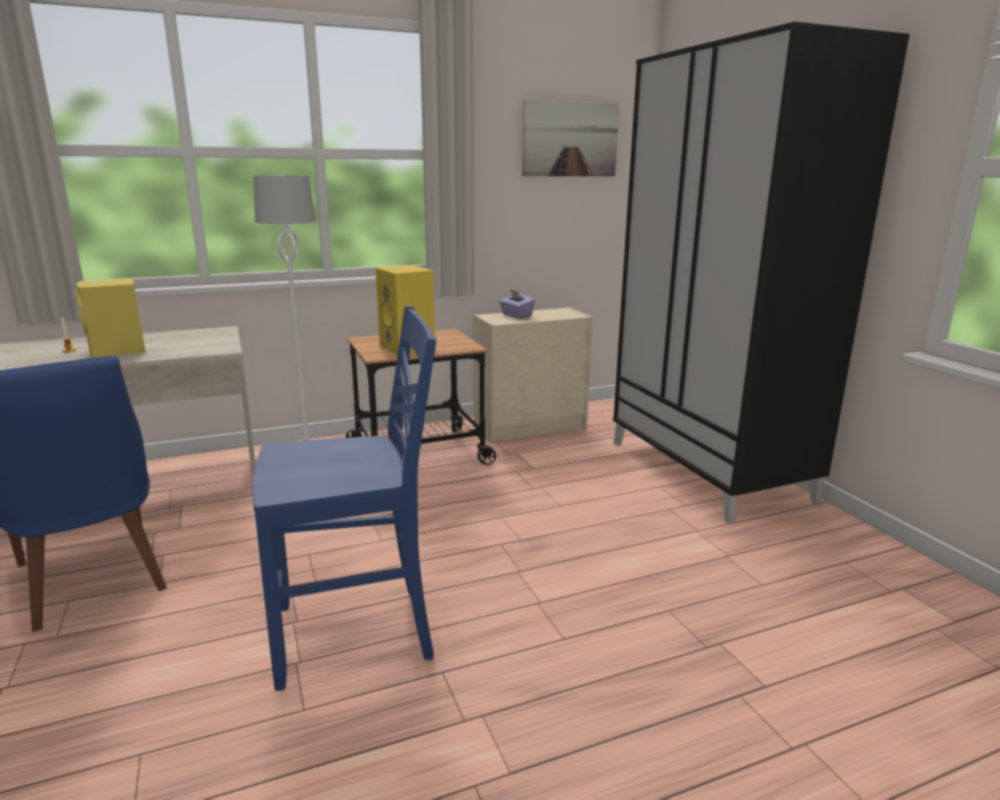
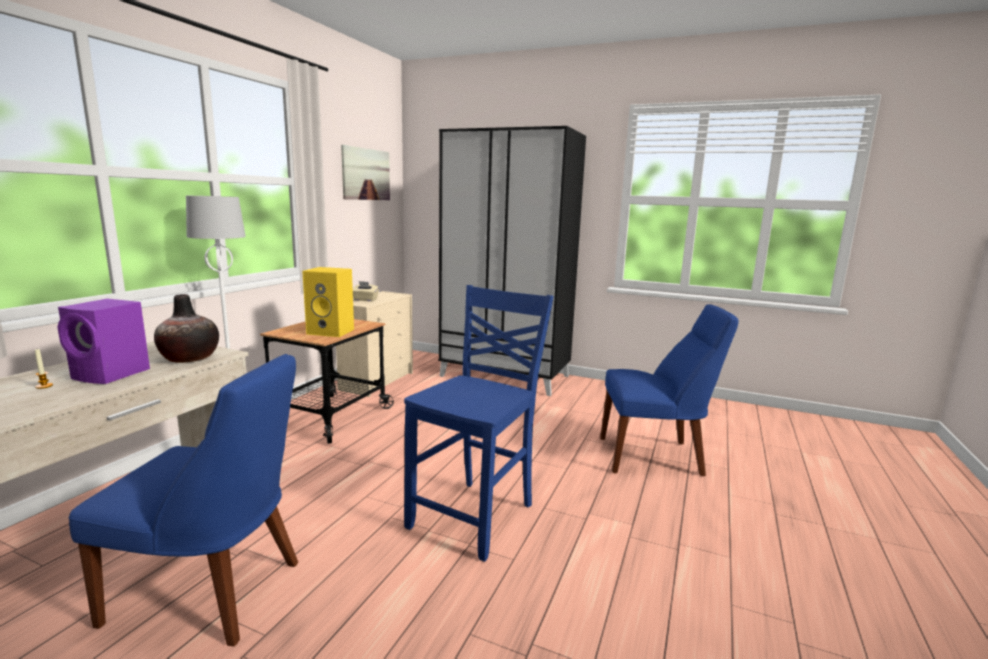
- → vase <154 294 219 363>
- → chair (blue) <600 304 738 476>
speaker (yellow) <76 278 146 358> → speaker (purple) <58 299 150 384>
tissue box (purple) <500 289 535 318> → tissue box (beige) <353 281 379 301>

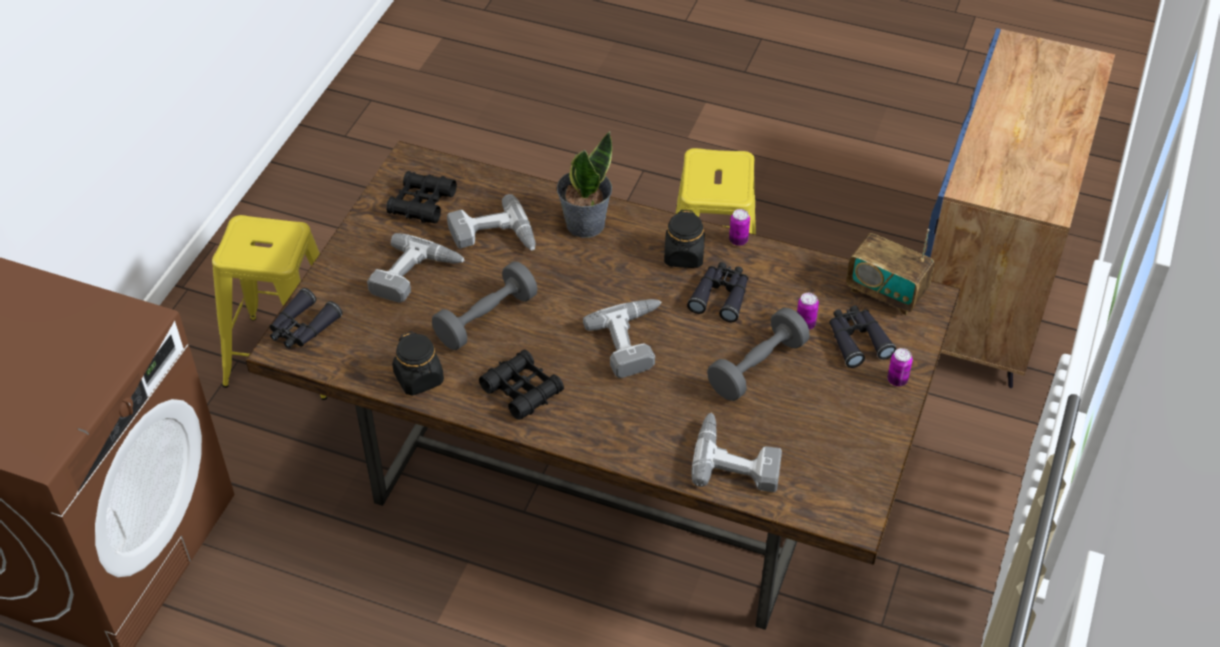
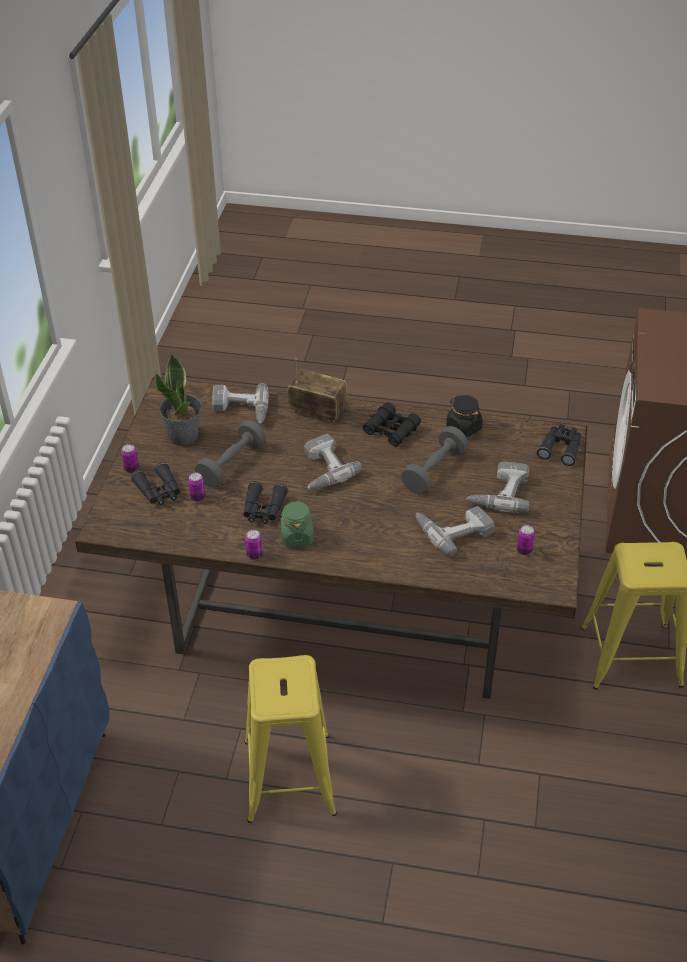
potted plant <557 132 612 238> → potted plant <155 353 202 446>, moved
radio <846 229 934 315> → radio <287 358 347 423>, moved
binoculars (black) <386 171 457 223> → can <517 525 535 555>
jar (black) <664 210 705 268> → jar (green) <280 500 314 547>

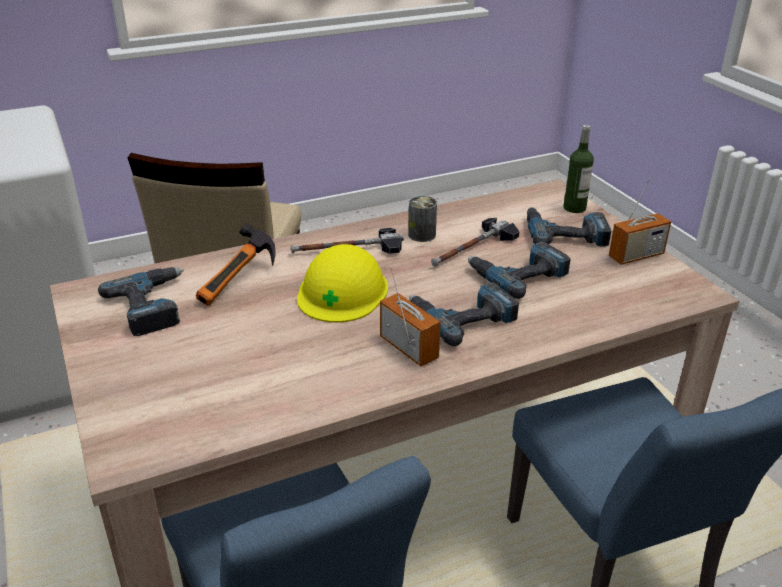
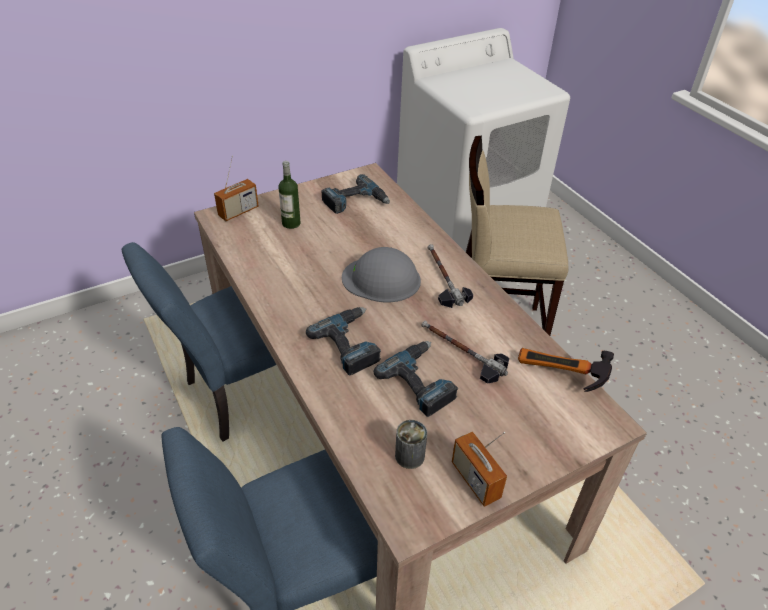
power drill <527 207 611 246> → -
hammer <196 223 276 306> → hammer <518 348 614 392>, moved
radio <380 267 441 367> → radio <214 156 259 221>, moved
can <408 196 437 242> → can <395 420 427 469>, moved
bottle <563 125 594 213> → bottle <278 161 300 229>, moved
hard hat (yellow) <297 244 388 323> → hard hat (grey) <342 247 421 303>

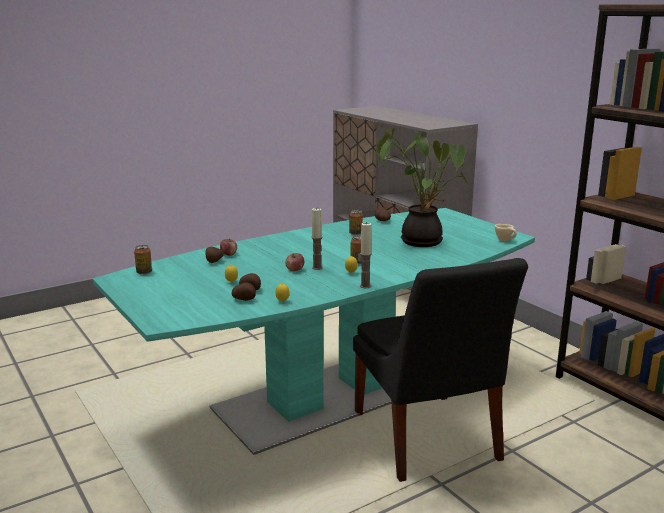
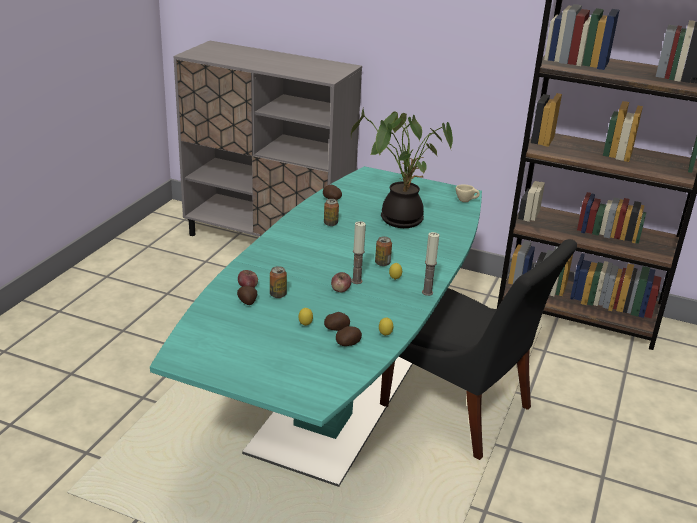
can <134 245 152 275> → can <270 266 287 298>, moved

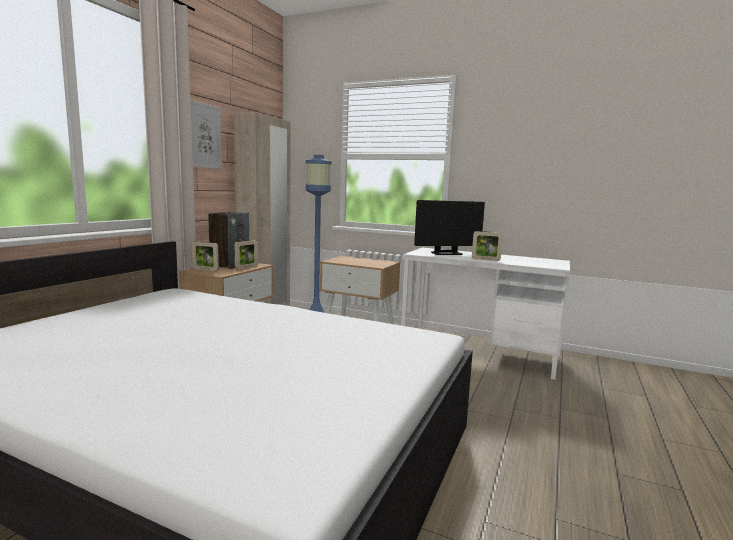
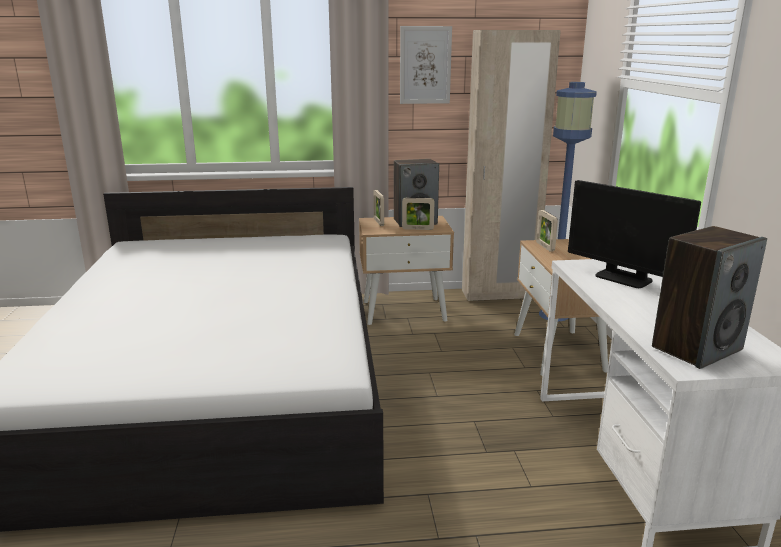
- → speaker <652 226 767 369>
picture frame <472 231 503 261> → picture frame <536 210 558 252>, moved

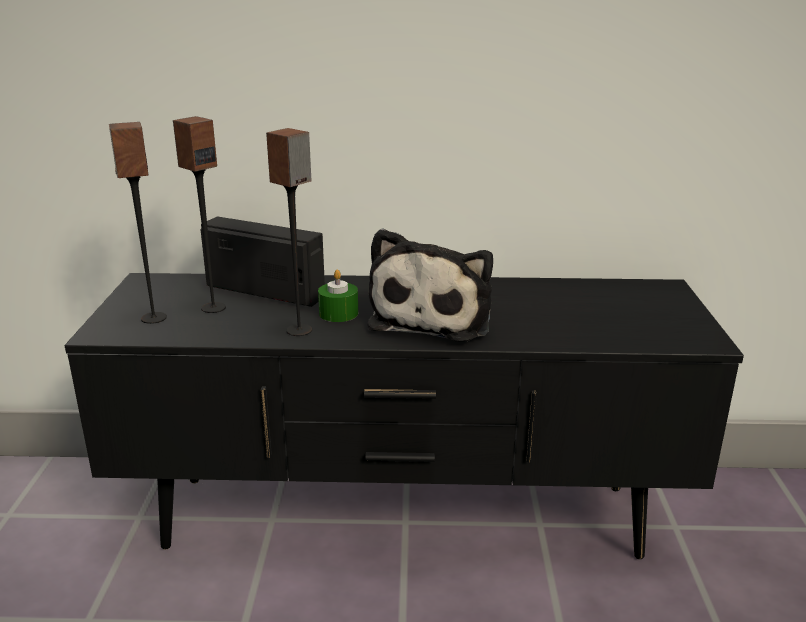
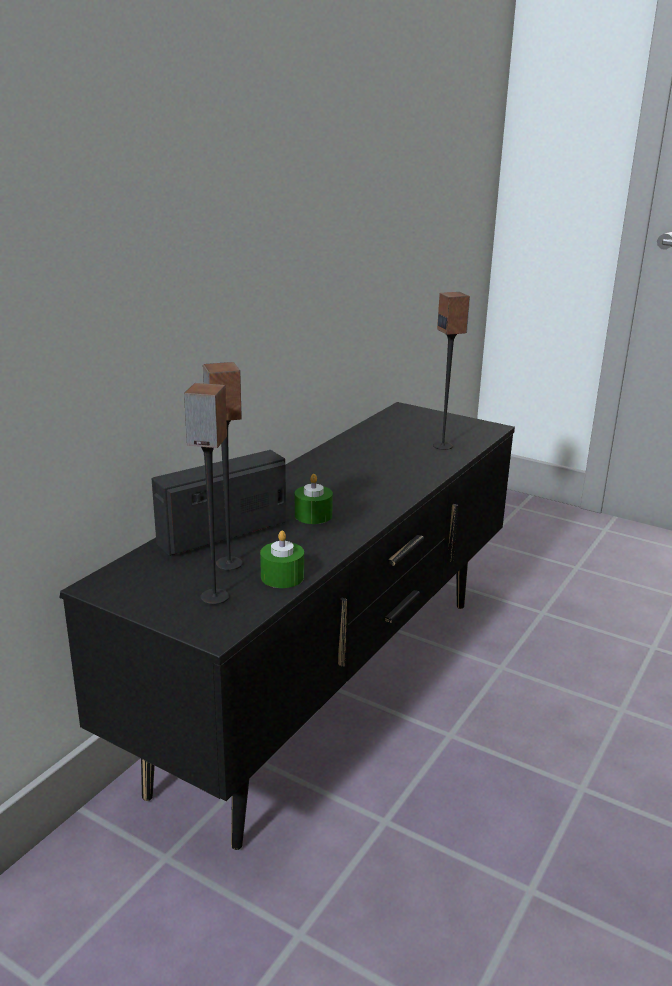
plush toy <367 228 493 342> → -
- → candle (green) <260 530 304 588>
speaker <266 128 312 336> → speaker <433 292 470 450>, moved

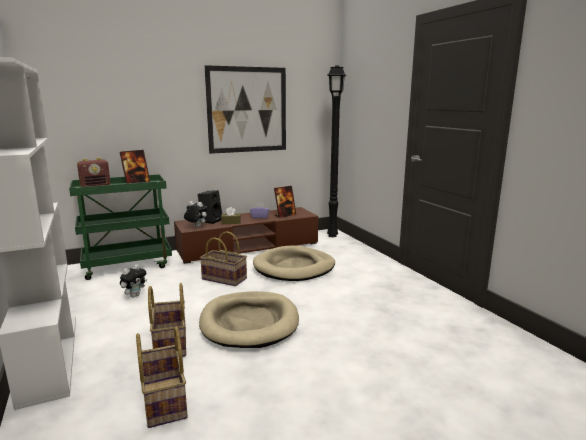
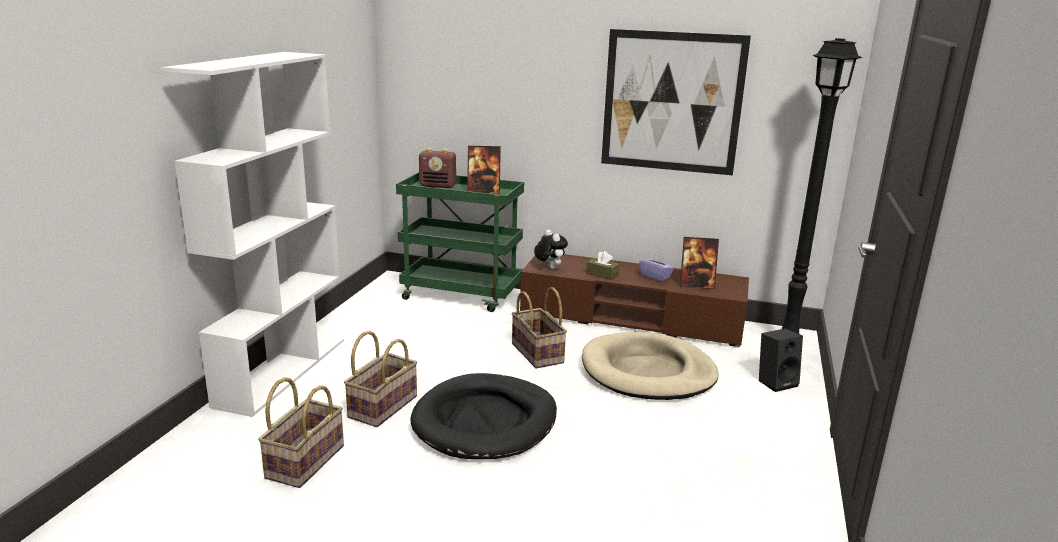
plush toy <120 265 147 298> → -
speaker (black) <197 190 222 224> → speaker (black) <759 328 803 392>, moved
dog bed (beige) <199 291 299 348> → dog bed (black) <410 373 557 459>

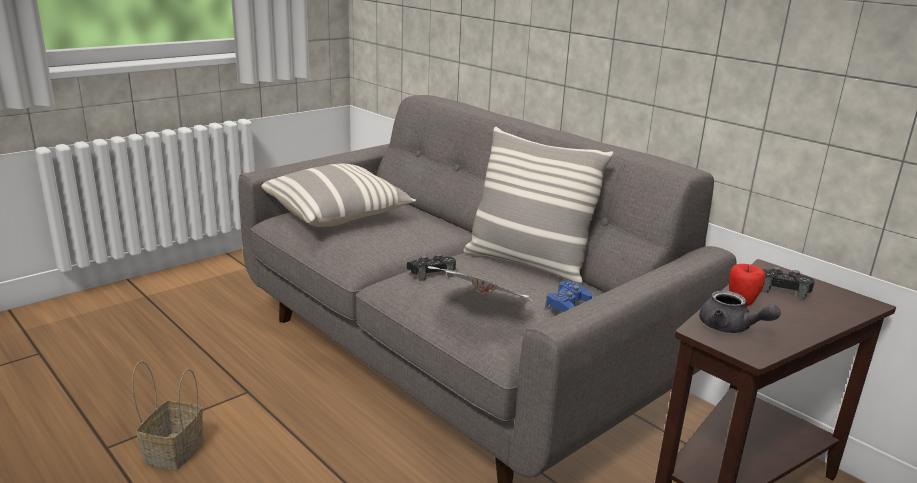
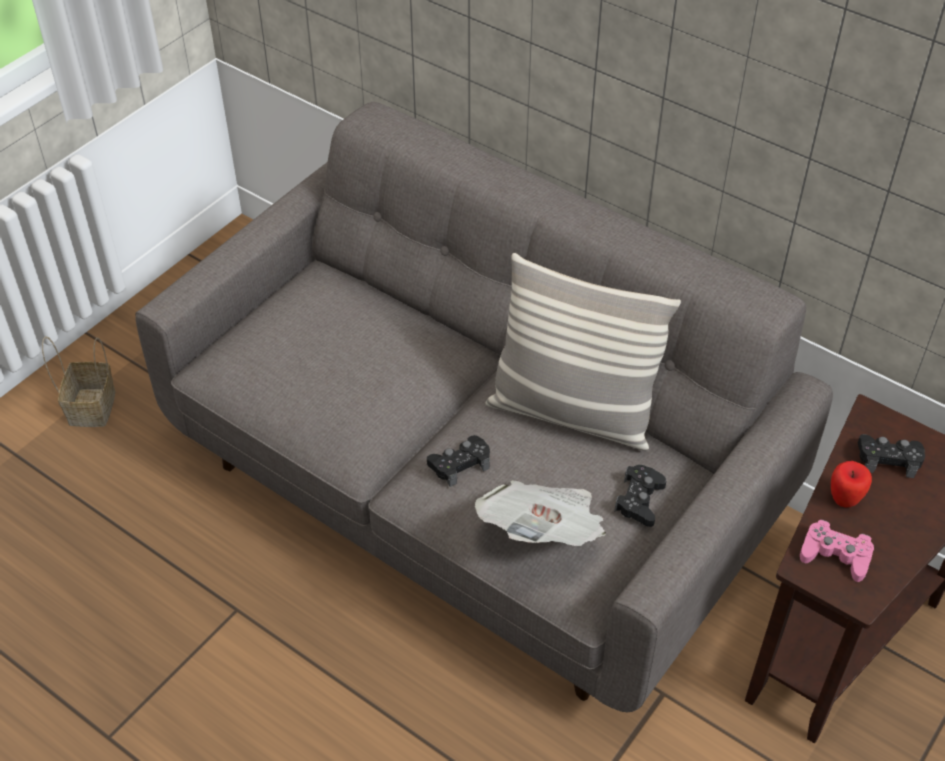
pillow <262 164 416 227> → -
basket <132 361 203 470> → basket <42 336 115 427>, moved
teapot (grey) <699 291 781 333> → game controller (pink) <800 519 874 582>
game controller (blue) <545 281 592 312> → game controller (black) <614 465 666 527>

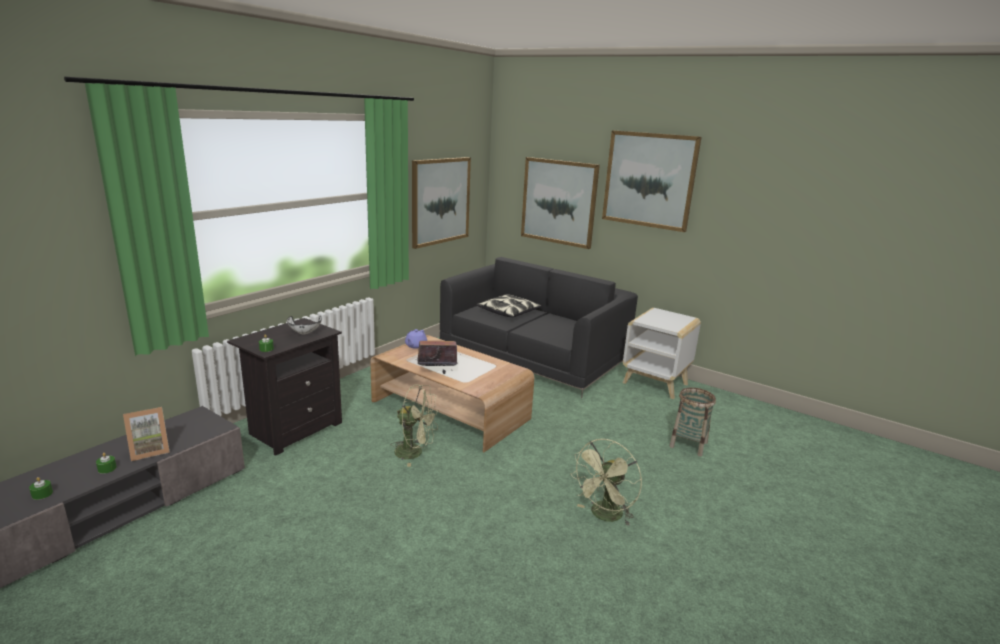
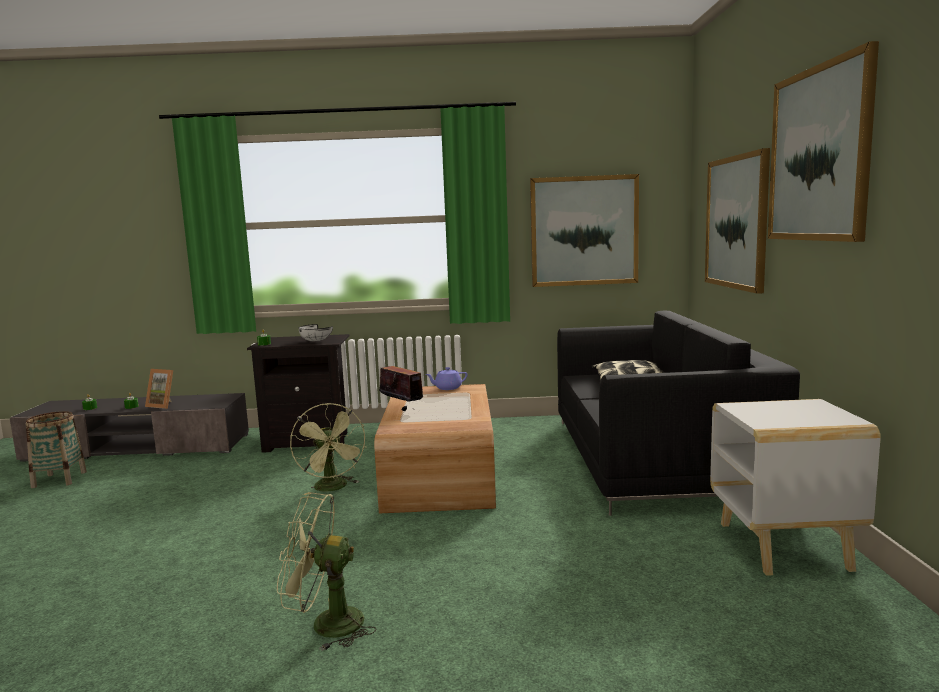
basket <669 388 716 456> → basket <26 411 87 488>, moved

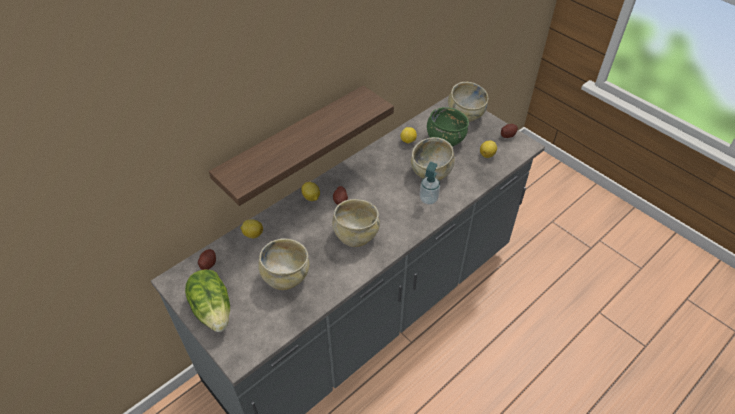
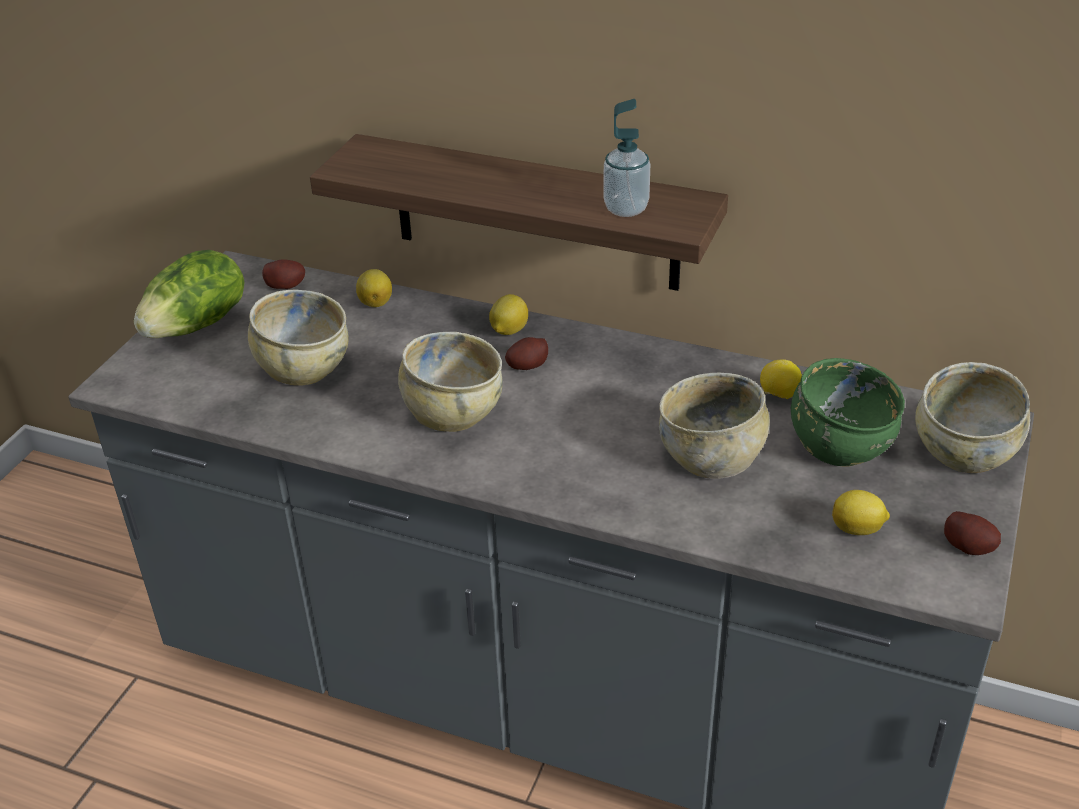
soap dispenser <420 162 440 205> → soap dispenser <603 99 650 217>, moved

